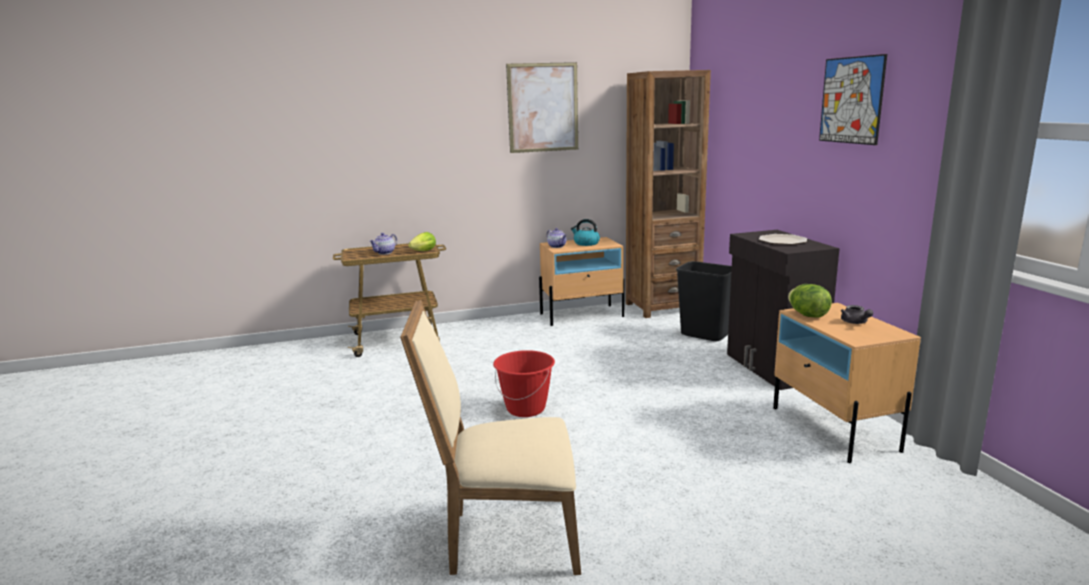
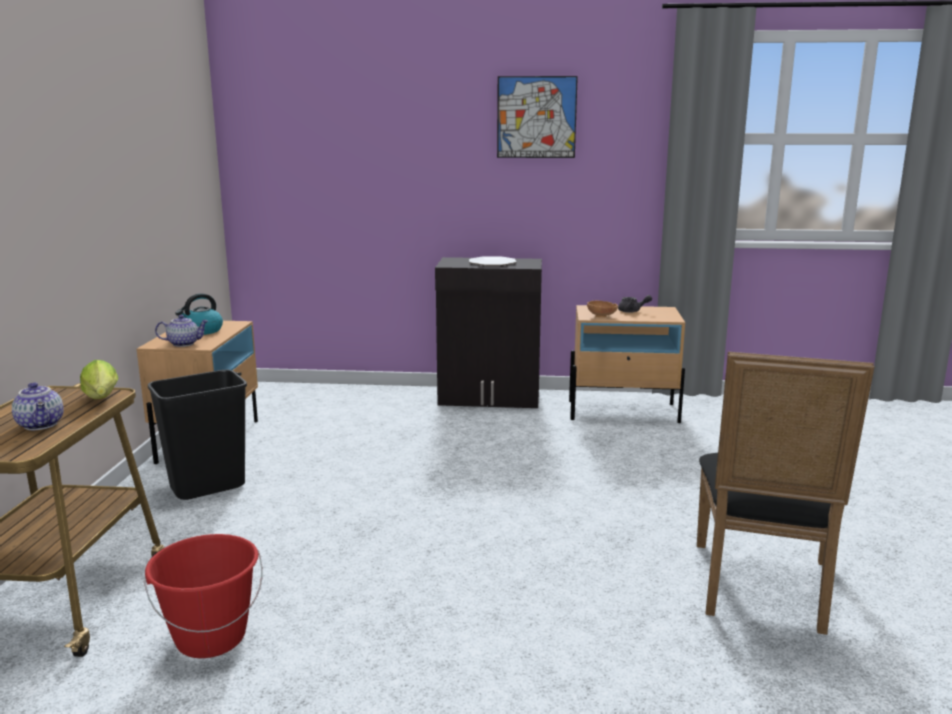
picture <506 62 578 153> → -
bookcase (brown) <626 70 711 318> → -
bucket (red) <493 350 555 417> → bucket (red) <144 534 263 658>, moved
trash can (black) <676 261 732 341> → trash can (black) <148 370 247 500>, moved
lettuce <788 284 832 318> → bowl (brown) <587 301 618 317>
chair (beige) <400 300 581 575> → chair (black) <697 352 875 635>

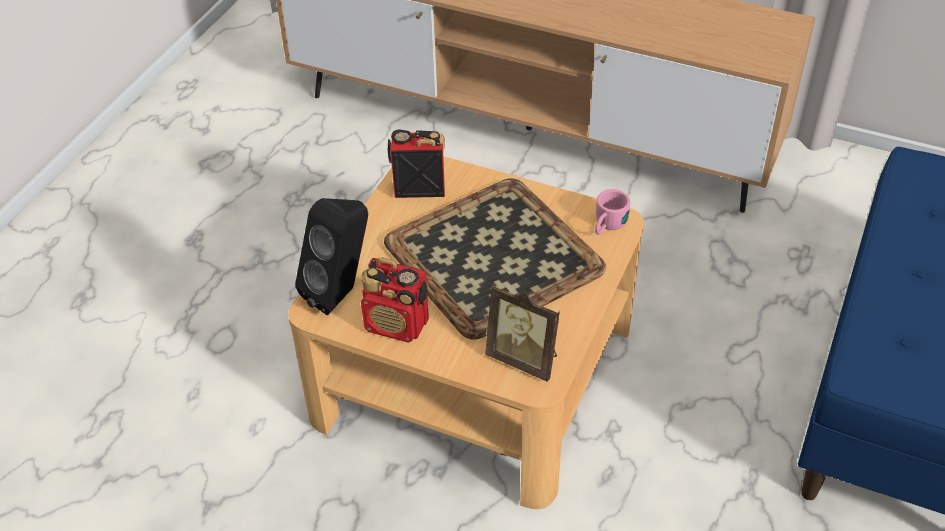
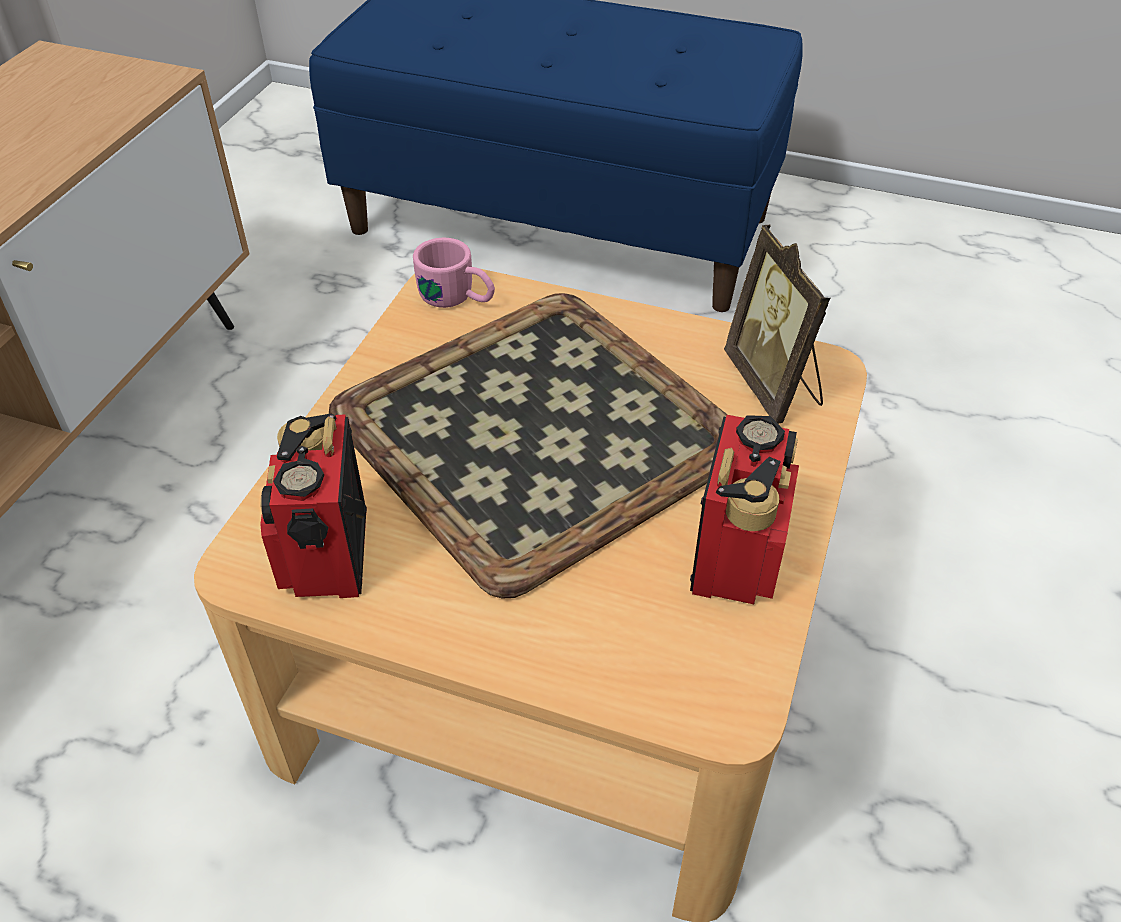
speaker (black) <295 198 368 315> → -
picture frame <485 284 560 382> → picture frame <724 225 830 424>, 135 degrees clockwise

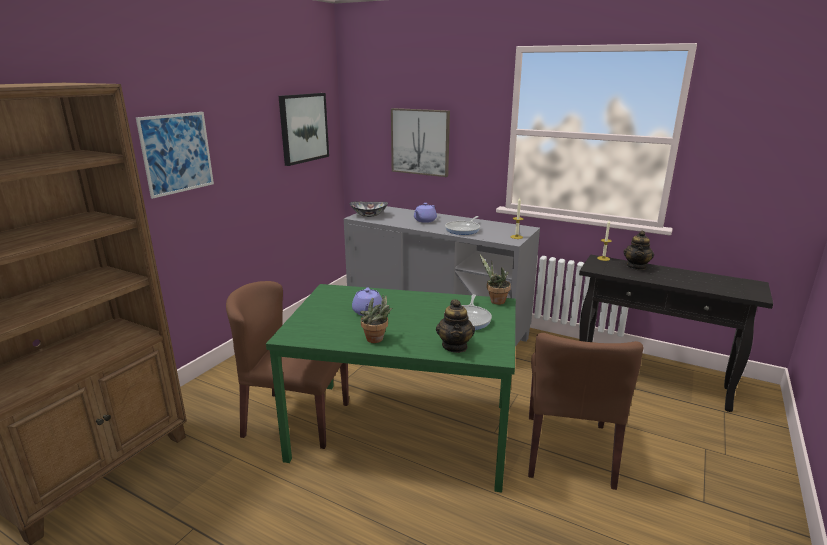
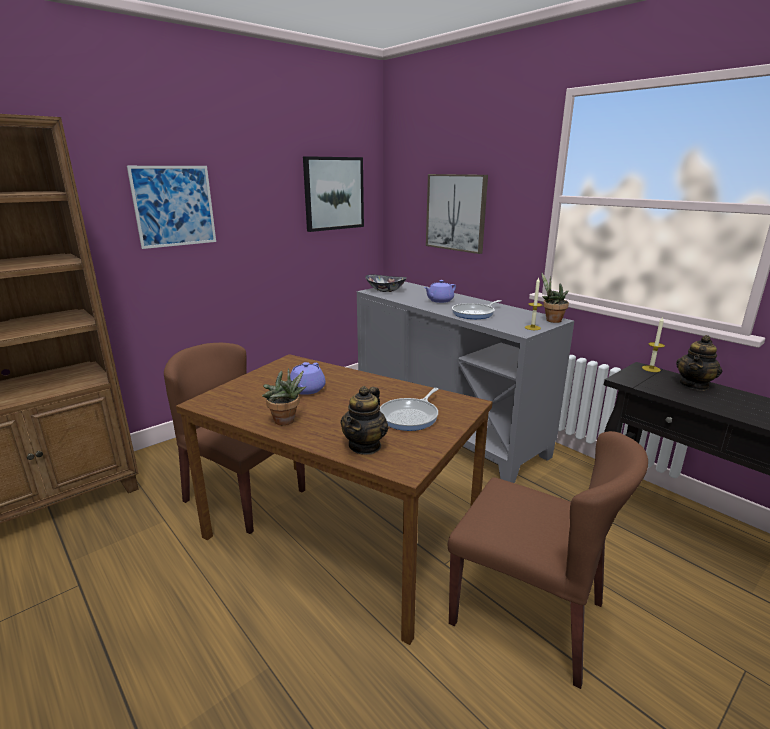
potted plant <480 255 511 305> → potted plant <542 273 569 323>, moved
dining table (green) <266 284 516 493> → dining table (brown) <176 354 492 645>
chair (brown) <528 333 643 490> → chair (brown) <448 431 648 689>, 90 degrees counterclockwise

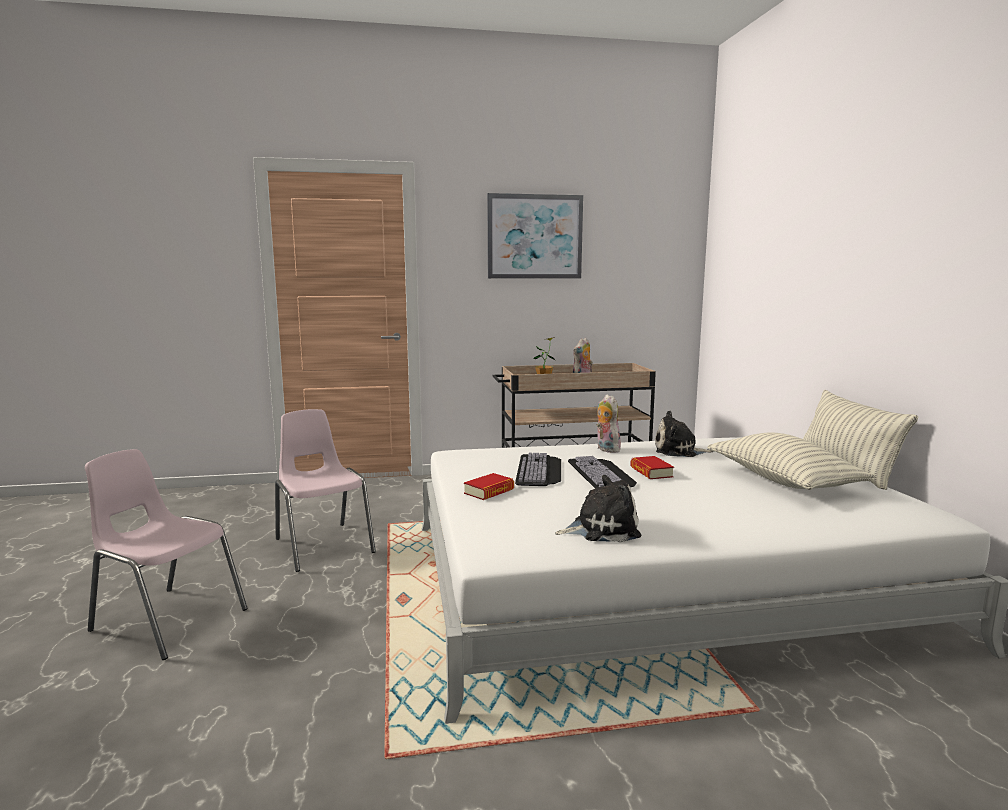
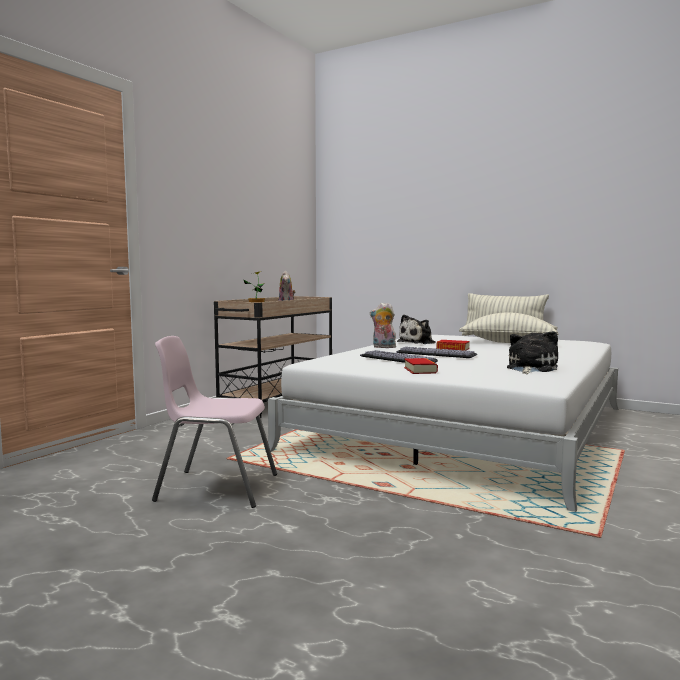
chair (pink) <85 449 248 660> → -
picture <487 193 583 279> → -

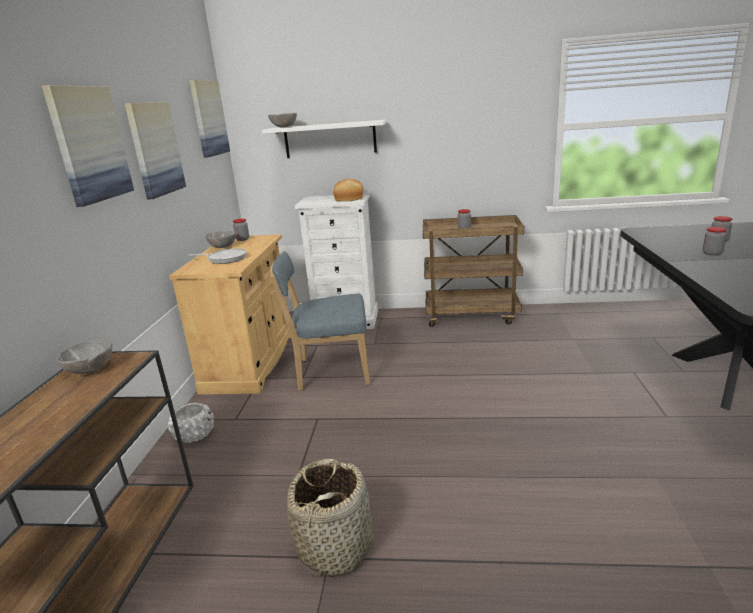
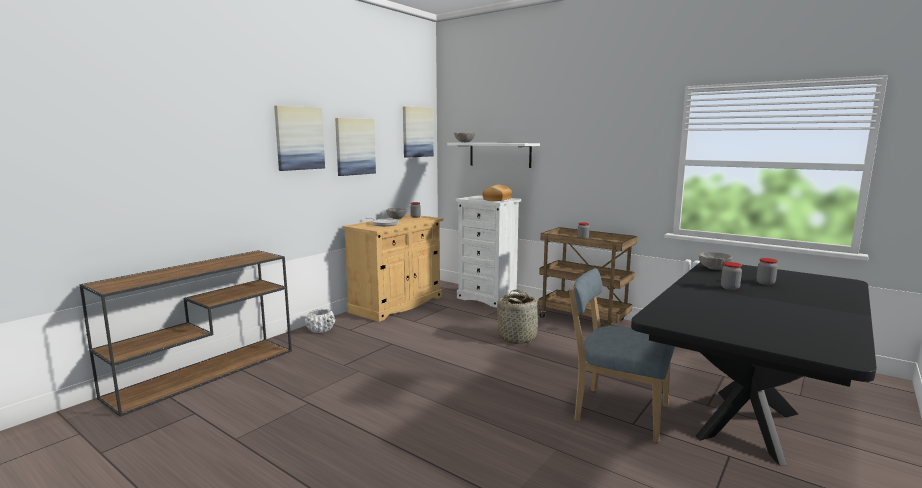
bowl (grey) <56 339 112 374> → bowl (grey) <699 252 732 270>, moved
chair (blue) <270 251 370 391> → chair (blue) <569 268 675 443>, moved
basket <287 459 372 577> → basket <497 290 539 344>, moved

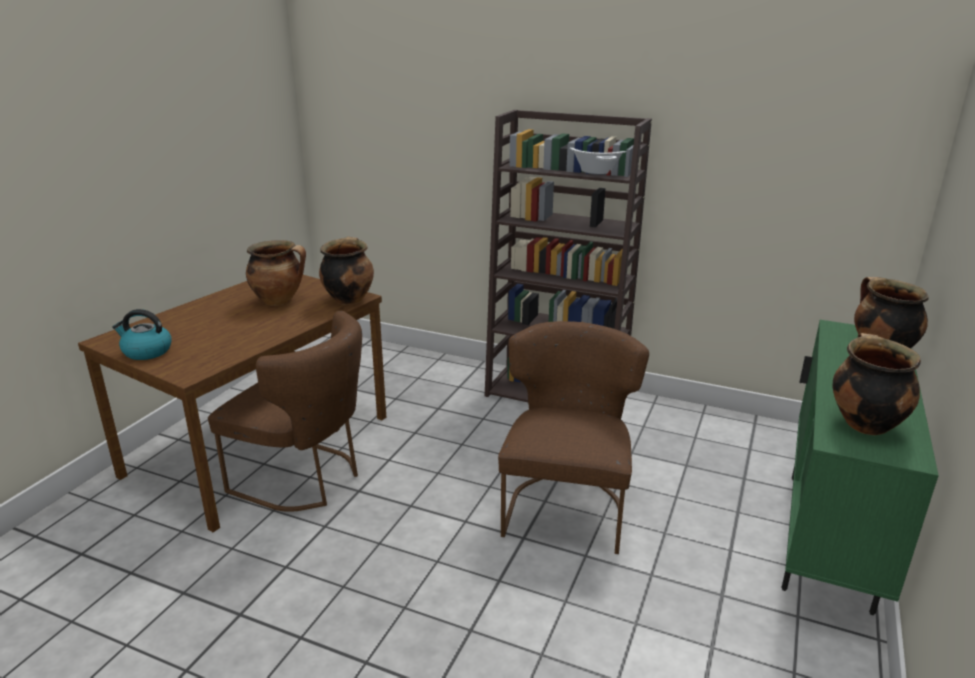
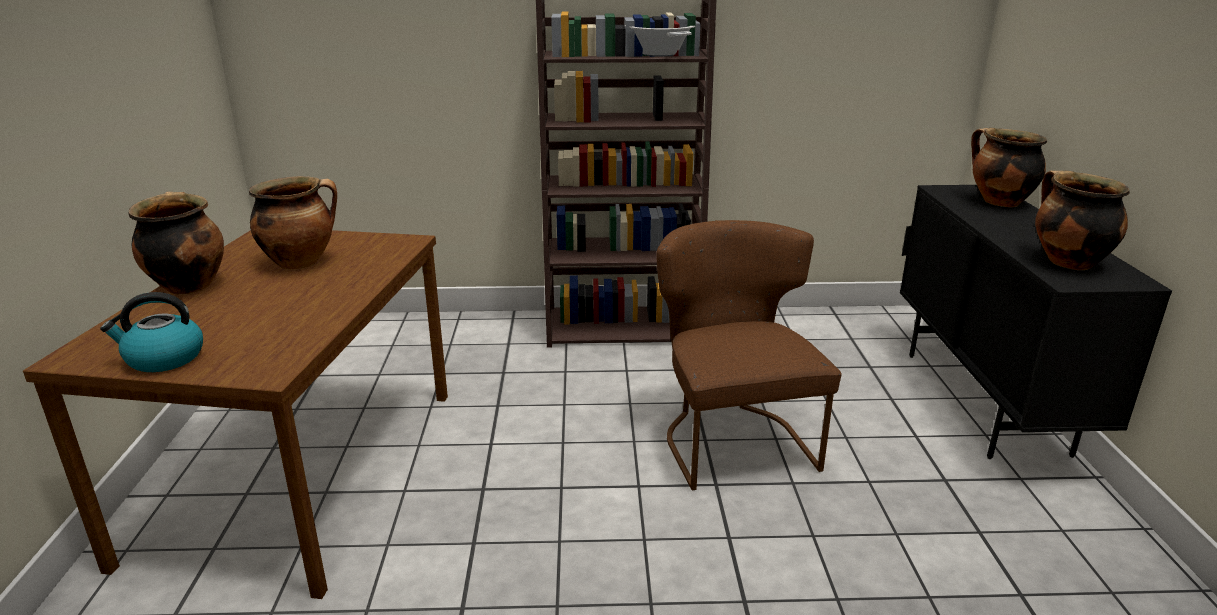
chair (brown) <208 311 362 512> → -
cooking pot <319 237 374 305> → cooking pot <128 192 224 295>, moved
cabinet (green) <782 320 939 615> → cabinet (black) <900 185 1172 459>

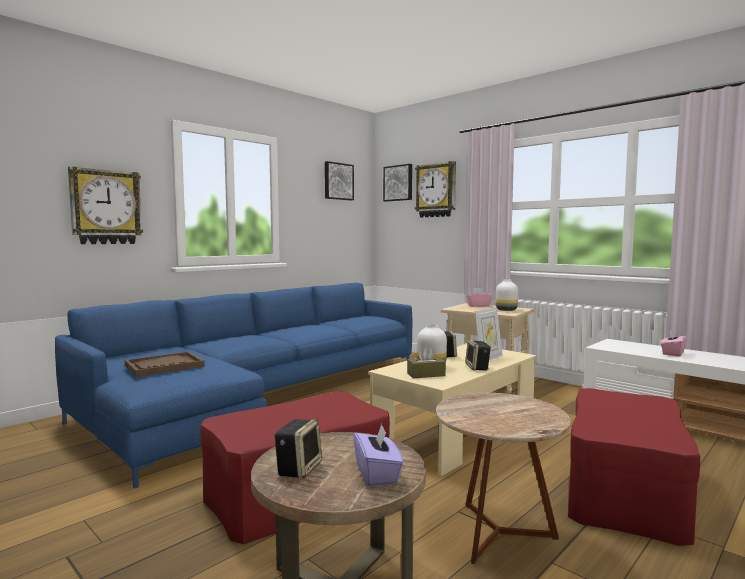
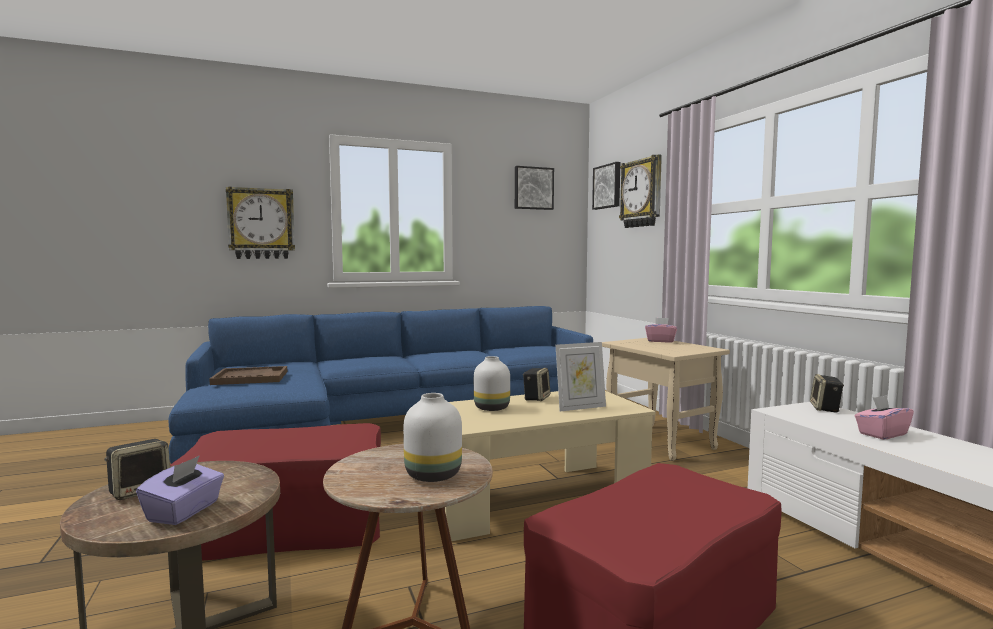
tissue box (brown) <407 346 446 378> → -
speaker <465 340 491 370> → speaker <810 374 844 413>, moved
vase (white) <496 279 518 311> → vase (white) <403 393 462 482>, moved

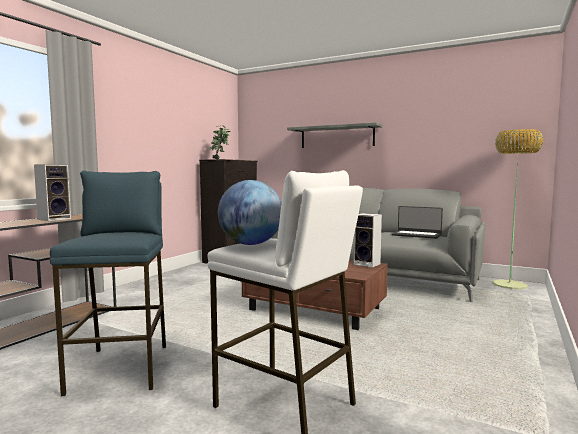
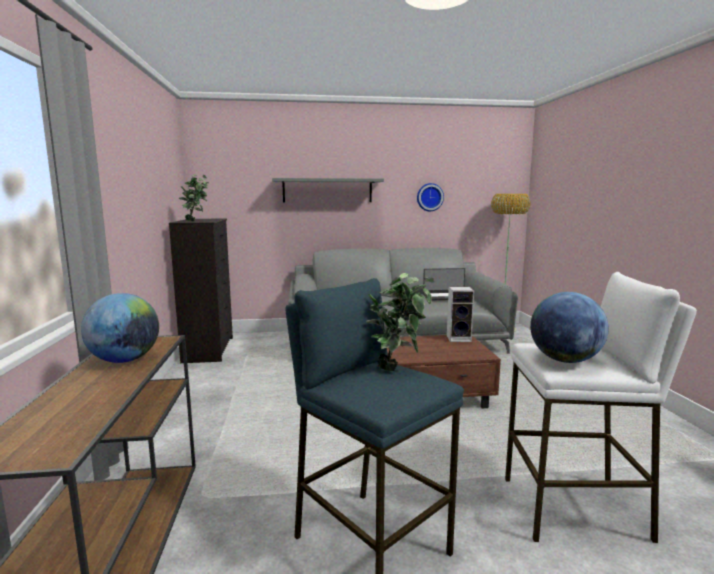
- → potted plant <366 273 434 371>
- → wall clock <417 183 444 211>
speaker <34 164 71 221> → globe <81 293 159 363>

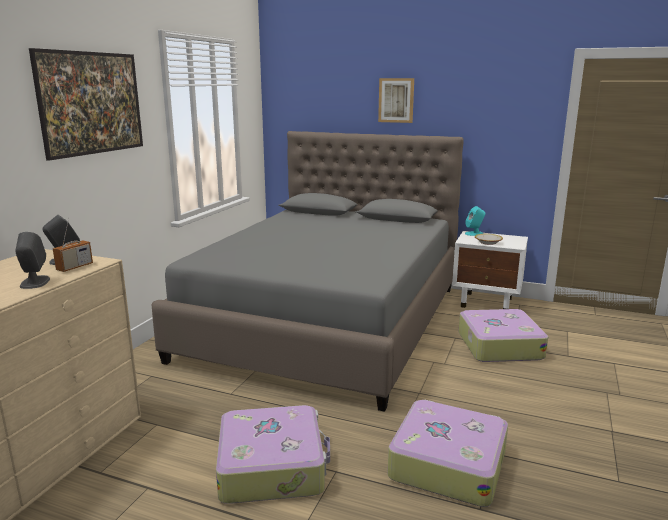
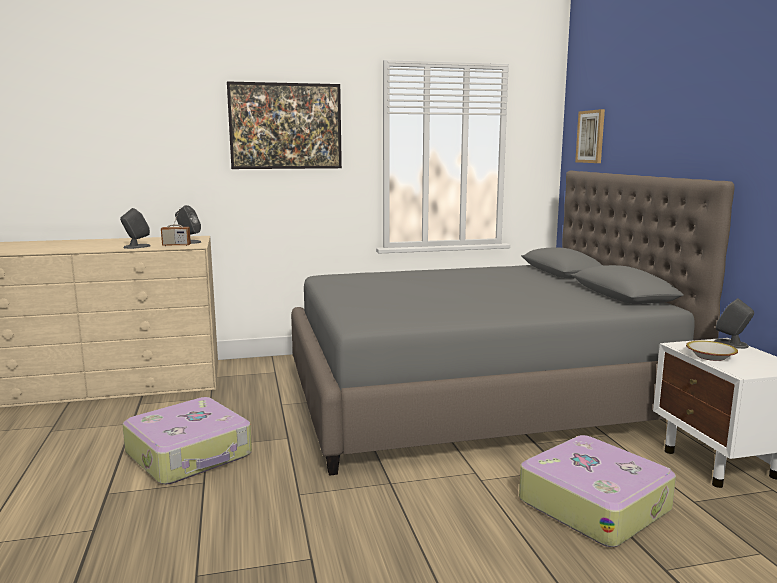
suitcase <388 399 508 507> → -
picture <378 78 414 123> → picture <575 109 605 163>, moved
speaker (turquoise) <465 206 485 236> → speaker (grey) <714 298 754 349>

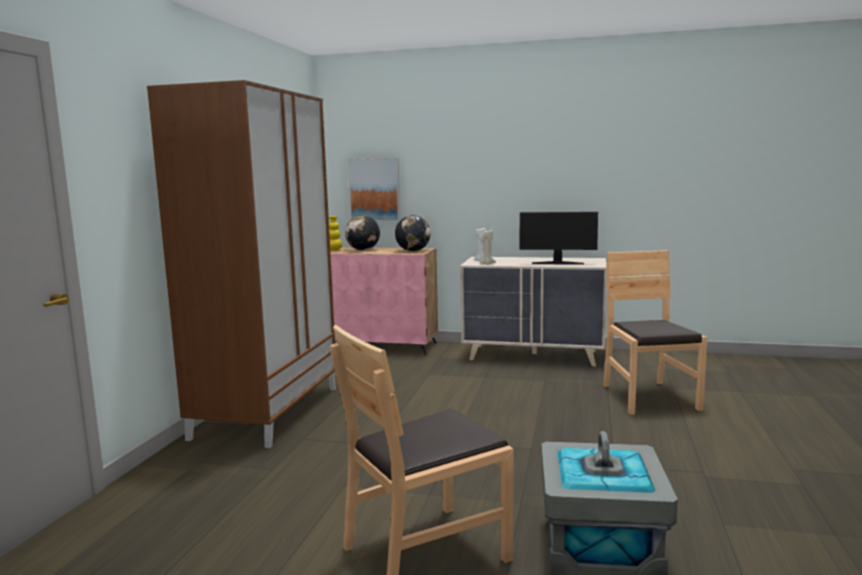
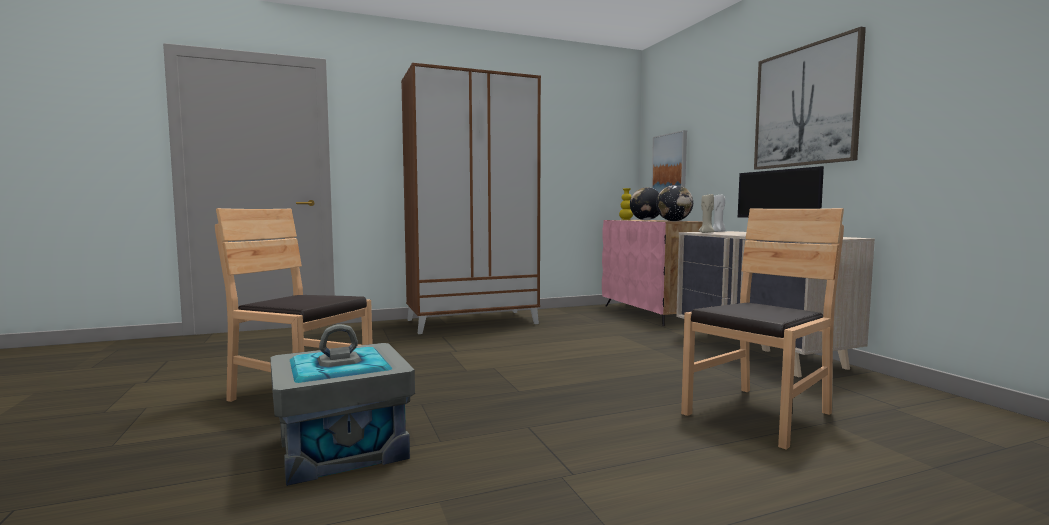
- → picture <754 27 866 170>

